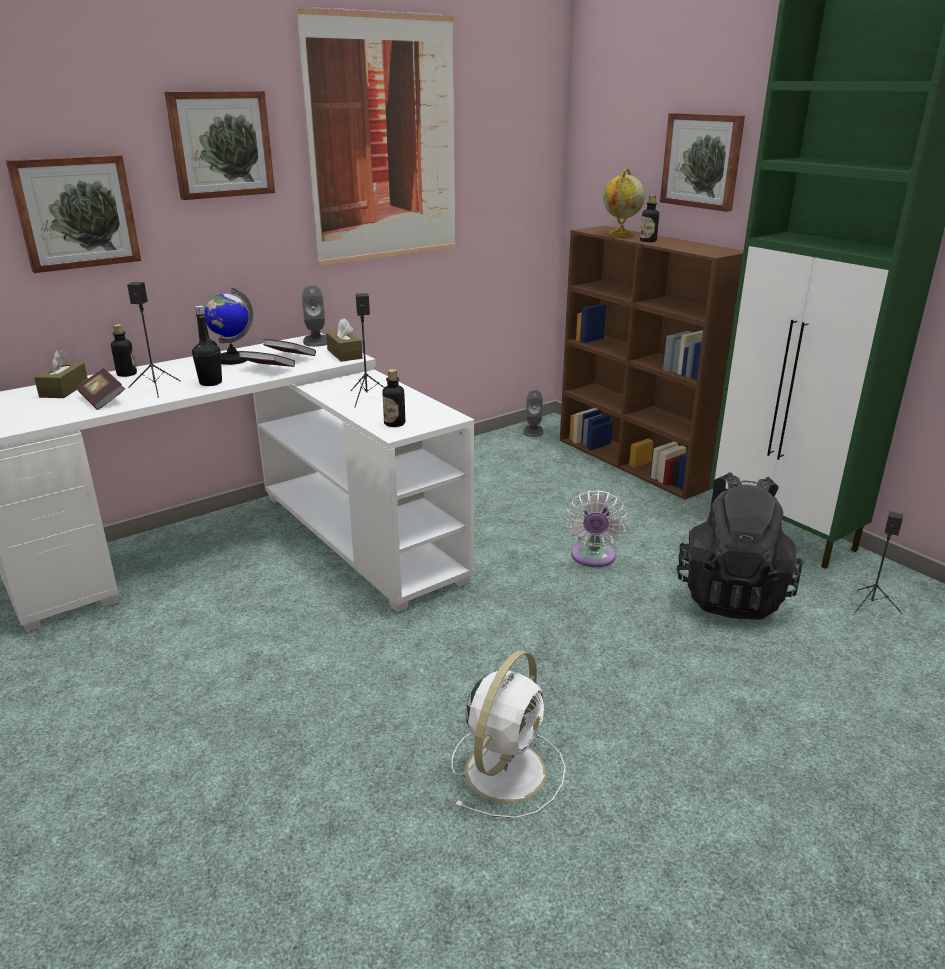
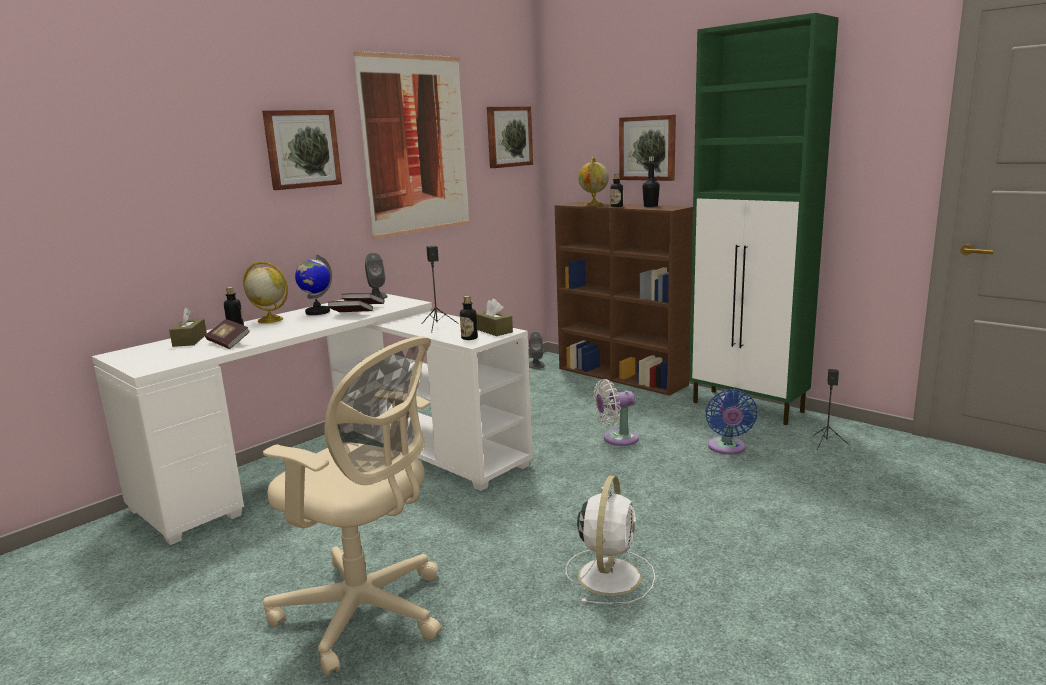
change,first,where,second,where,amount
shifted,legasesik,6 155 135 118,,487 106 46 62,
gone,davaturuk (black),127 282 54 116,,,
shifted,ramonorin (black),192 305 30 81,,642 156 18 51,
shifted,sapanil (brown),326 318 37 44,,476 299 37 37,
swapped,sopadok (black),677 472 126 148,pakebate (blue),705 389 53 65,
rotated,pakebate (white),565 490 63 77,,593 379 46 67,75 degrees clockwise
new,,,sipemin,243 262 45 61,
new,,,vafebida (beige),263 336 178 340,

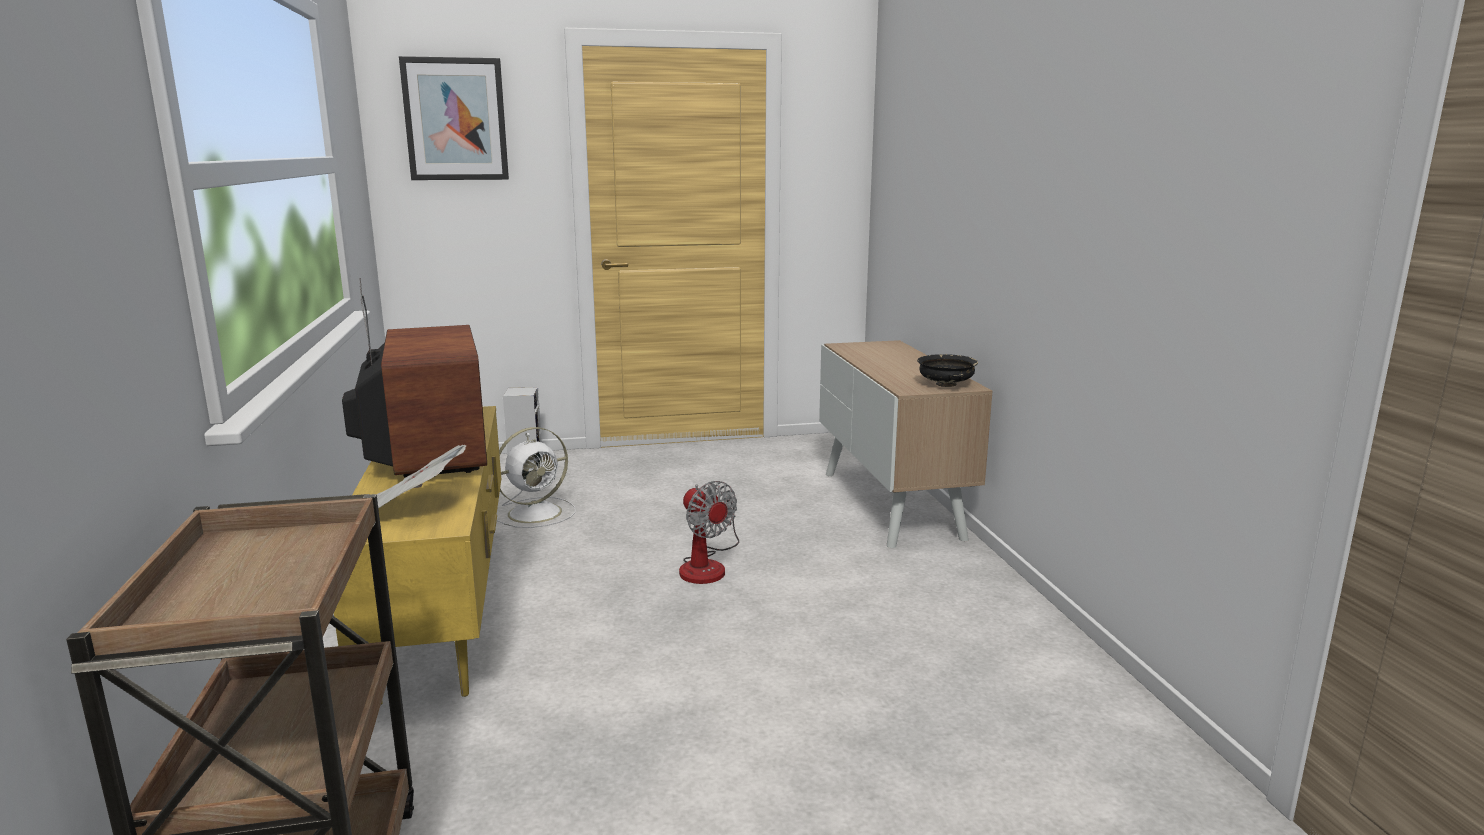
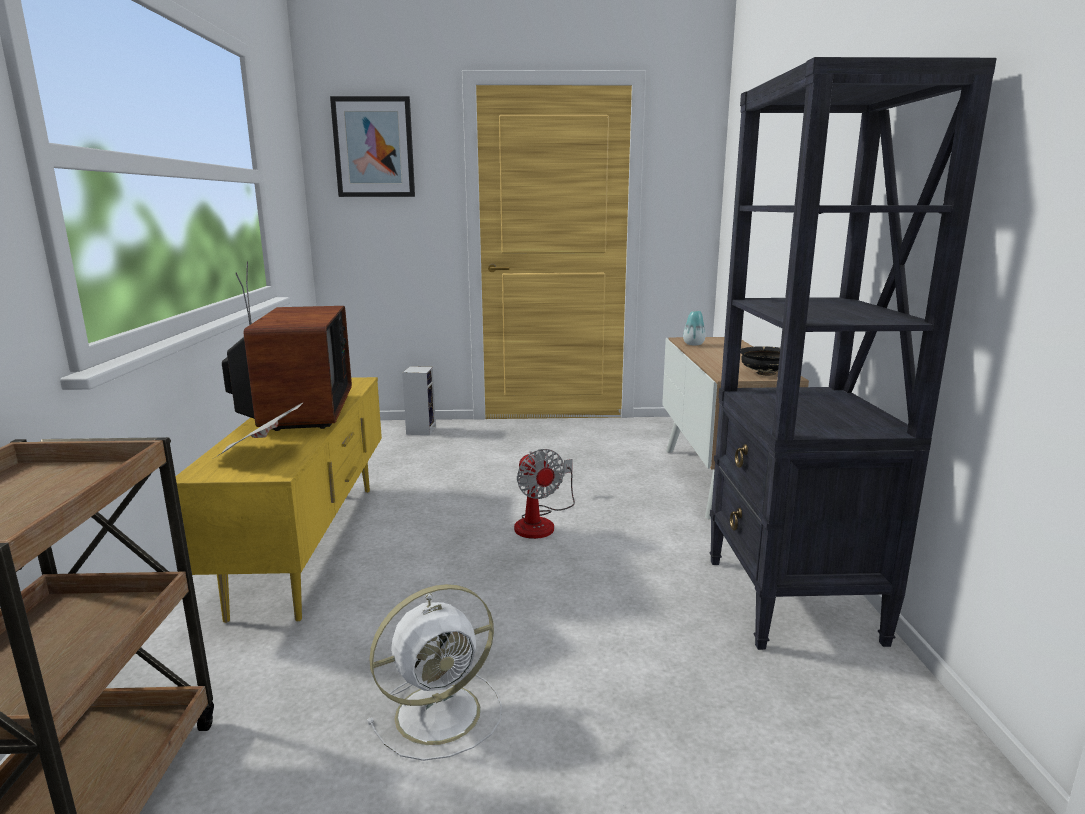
change,first,where,second,where,amount
shifted,pakebate (white),497 427 79 101,,367 584 135 177,
new,,,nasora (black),709 57 288 593,
new,,,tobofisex,683 311 23 34,

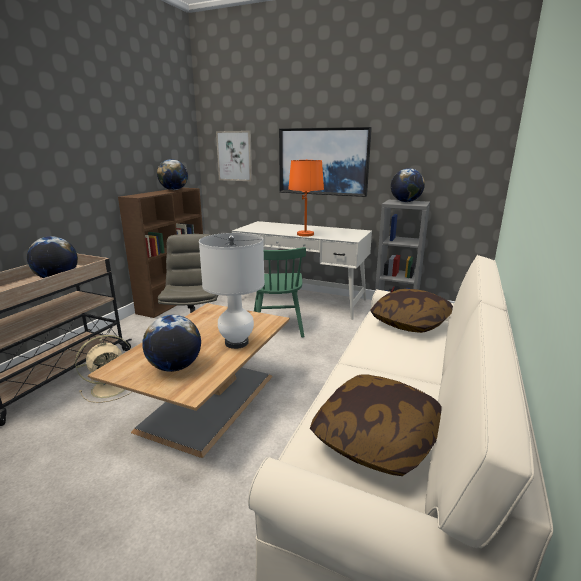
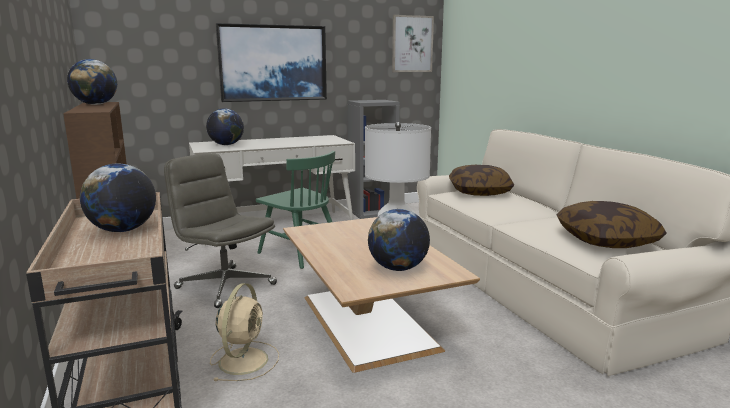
change,first,where,second,where,amount
shifted,legasesik,216 131 36 50,,392 15 42 57,
gone,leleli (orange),288 159 36 78,,,
shifted,sipemin,391 168 34 34,,206 108 38 37,

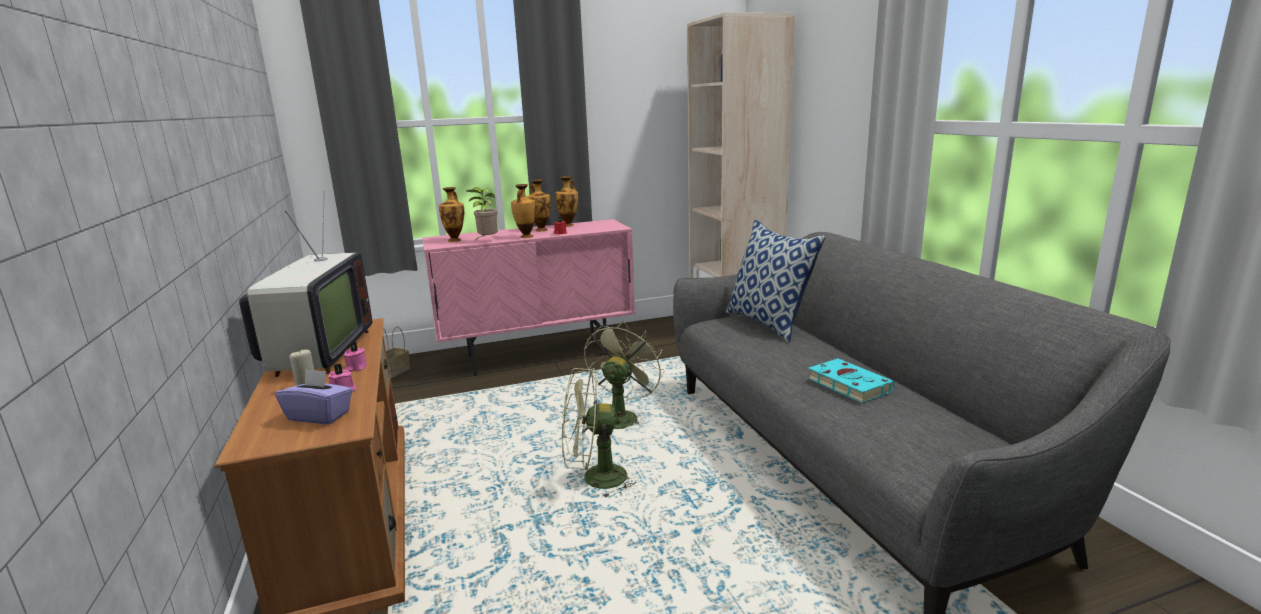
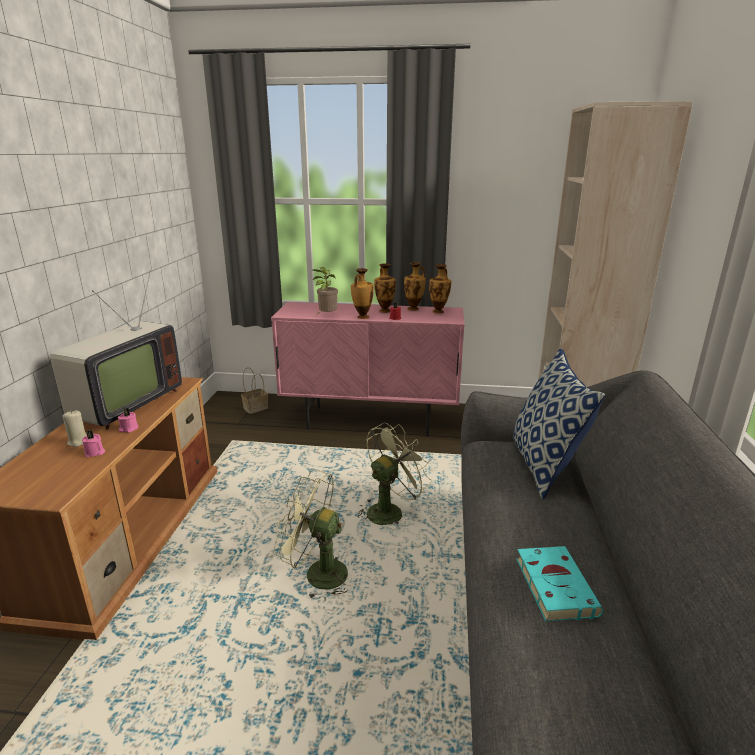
change,first,where,second,where,amount
shifted,tobofisex,439 187 25 55,,429 264 22 50,
gone,sapanil (purple),275 369 78 55,,,

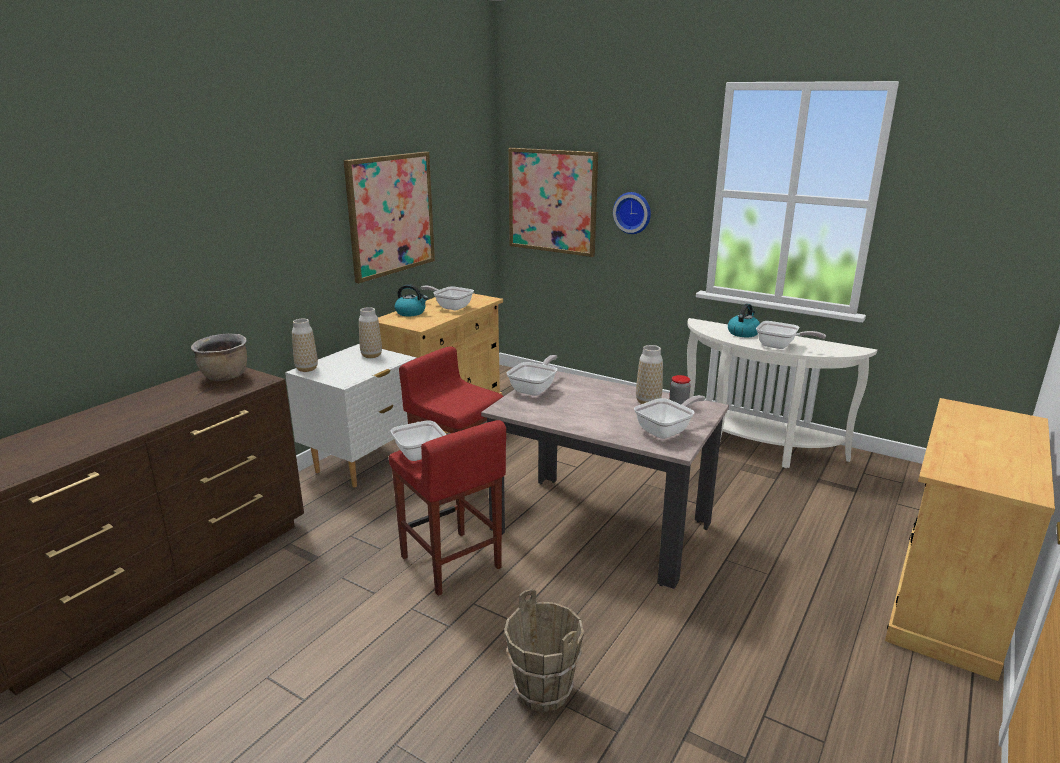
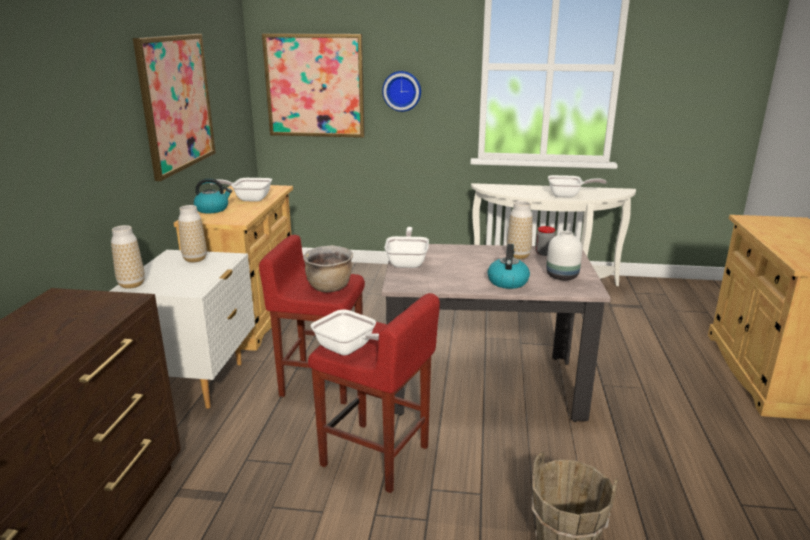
change,first,where,second,where,amount
shifted,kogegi,728 304 32 33,,488 244 42 45,
shifted,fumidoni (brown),191 333 56 48,,303 245 50 47,
swapped,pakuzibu,634 395 71 44,tobofisex (white),546 231 36 49,

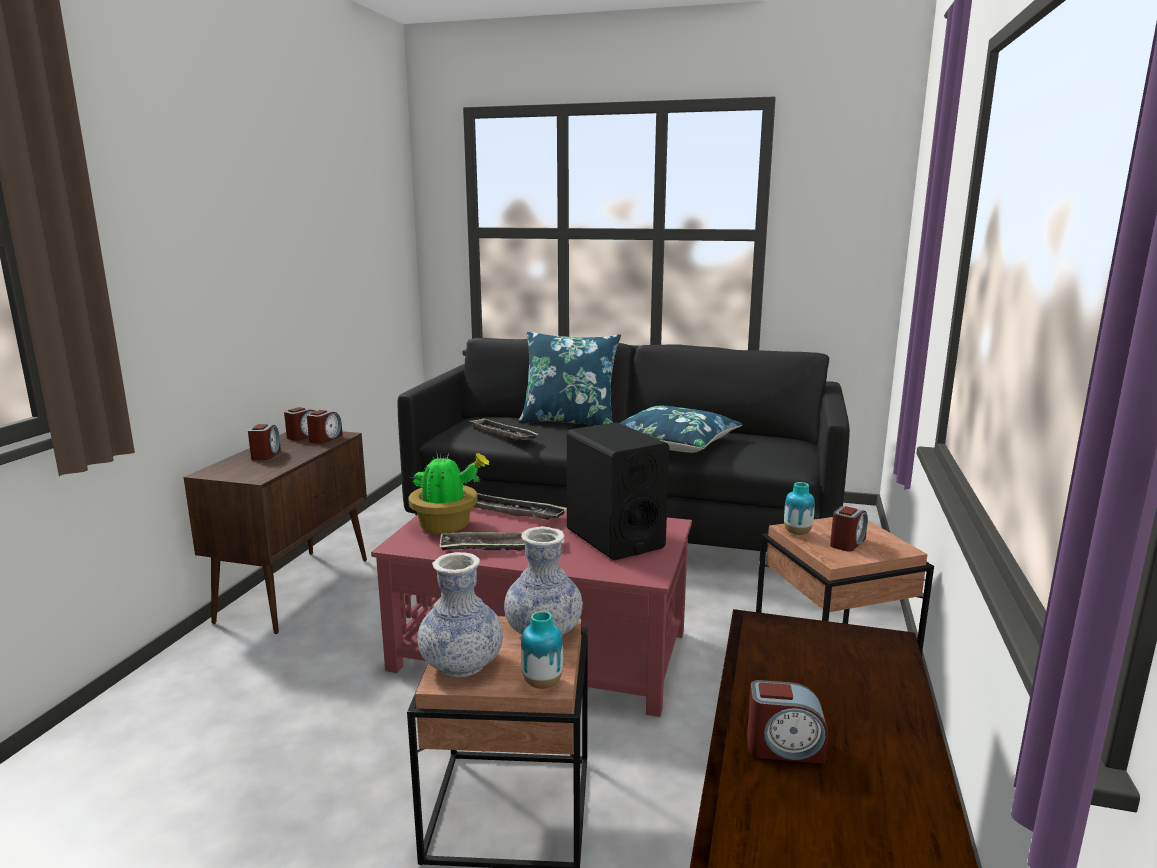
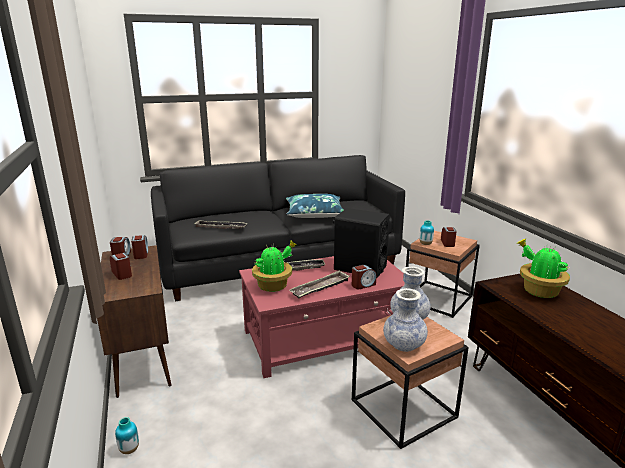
change,first,where,second,where,amount
gone,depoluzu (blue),519 331 102 94,,,
shifted,tobofisex,521 611 42 78,,115 417 24 37,
shifted,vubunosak,747 680 81 84,,352 265 25 25,
new,,,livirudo,516 238 54 60,

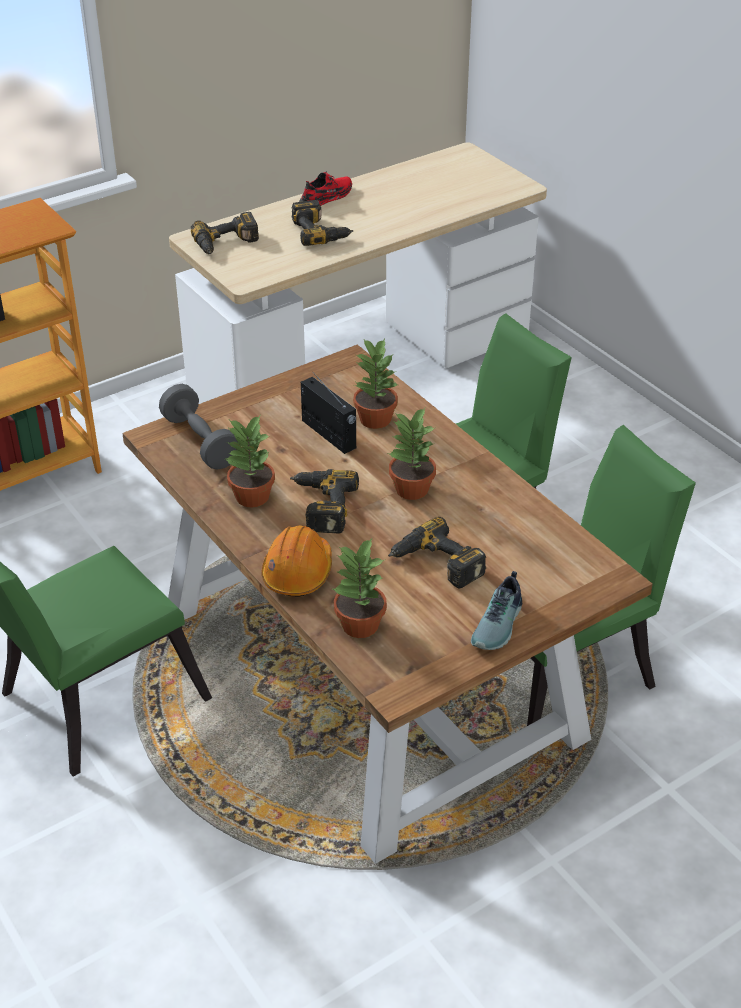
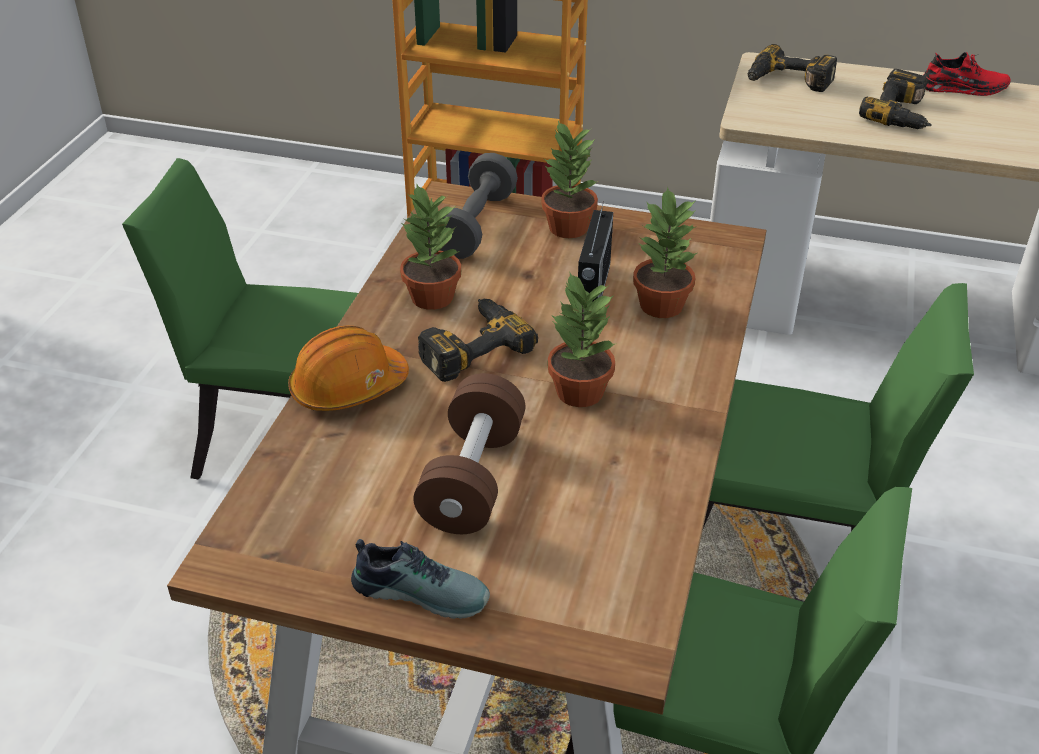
change,first,where,second,where,amount
swapped,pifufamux,388 517 98 72,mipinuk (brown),413 373 112 161,
shifted,livirudo,333 539 54 99,,541 121 57 117,
rotated,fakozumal,471 571 51 79,,351 539 139 80,150 degrees counterclockwise

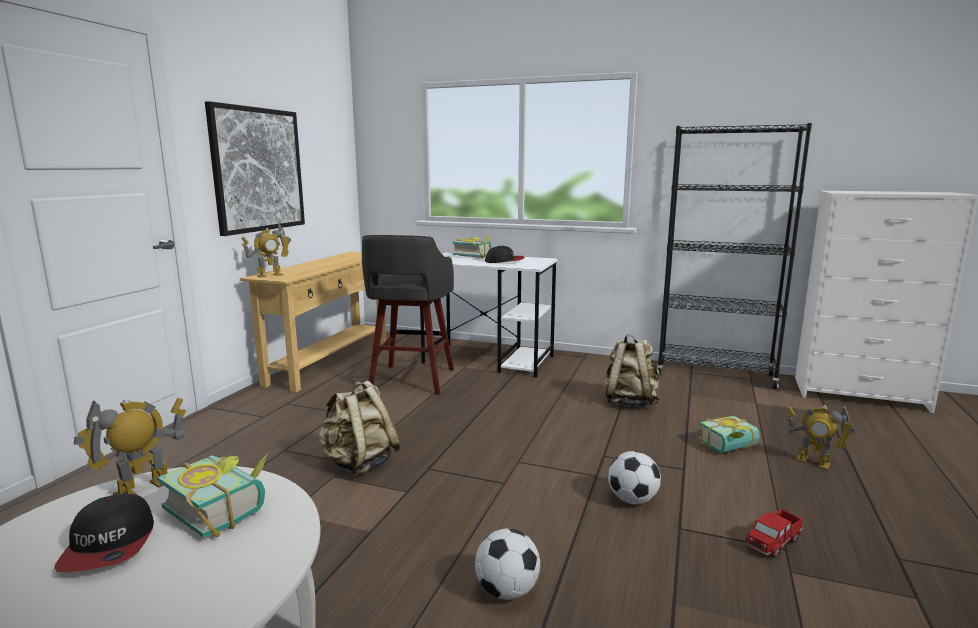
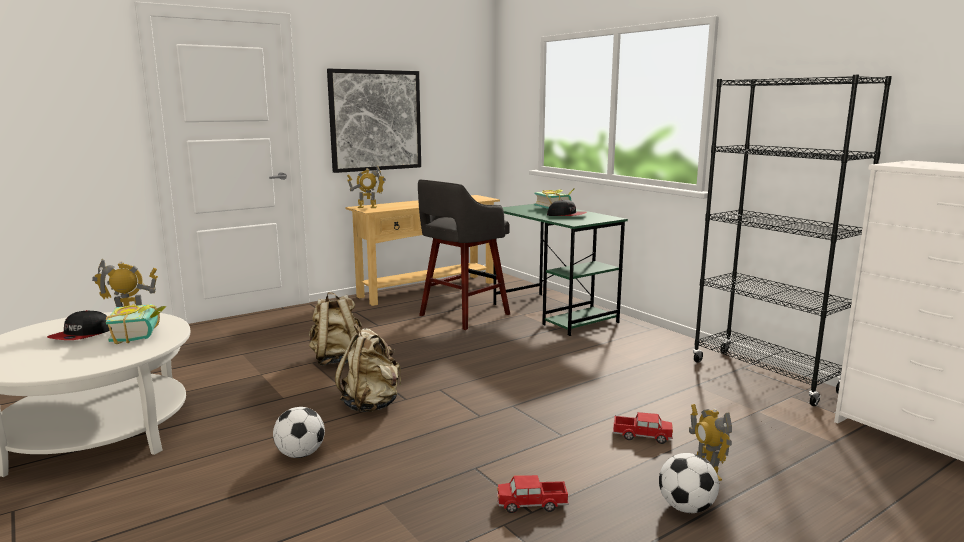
change,first,where,second,where,amount
repainted,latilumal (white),420 253 138 124,latilumal (green),493 204 135 132,
shifted,sopadok (beige),604 334 56 73,,335 323 66 89,
swapped,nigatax,699 416 61 37,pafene,613 412 60 32,
shifted,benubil,608 451 53 53,,659 453 60 60,

